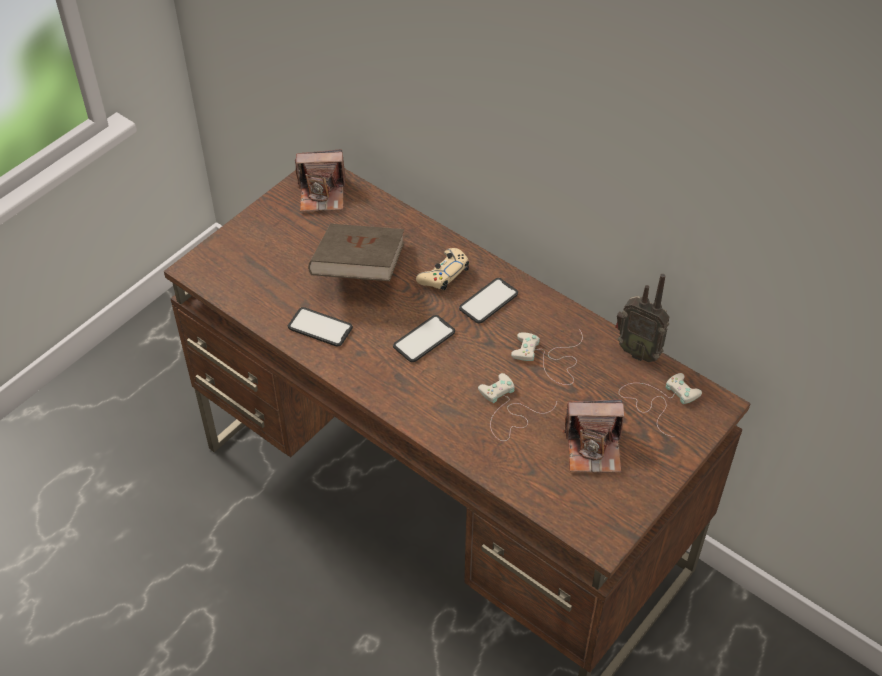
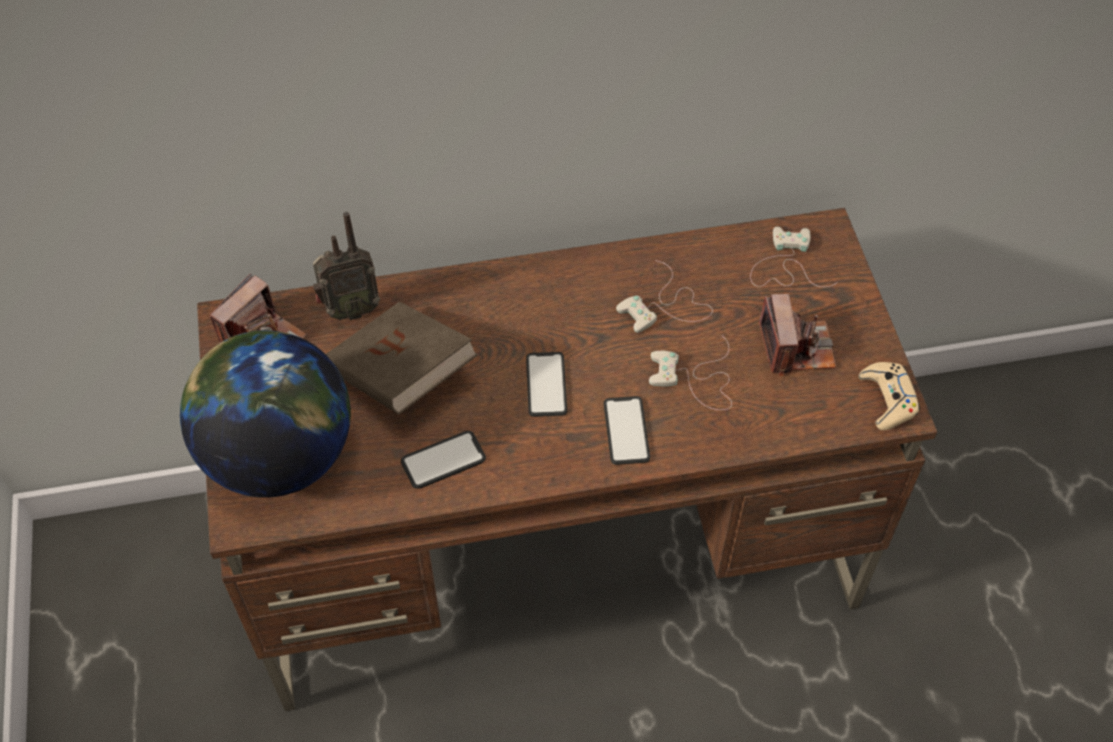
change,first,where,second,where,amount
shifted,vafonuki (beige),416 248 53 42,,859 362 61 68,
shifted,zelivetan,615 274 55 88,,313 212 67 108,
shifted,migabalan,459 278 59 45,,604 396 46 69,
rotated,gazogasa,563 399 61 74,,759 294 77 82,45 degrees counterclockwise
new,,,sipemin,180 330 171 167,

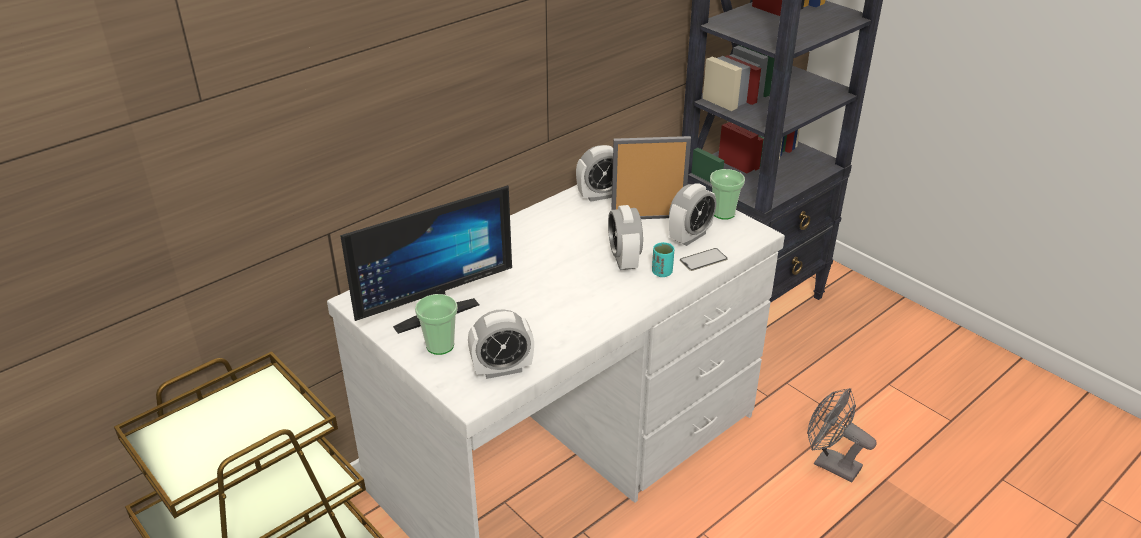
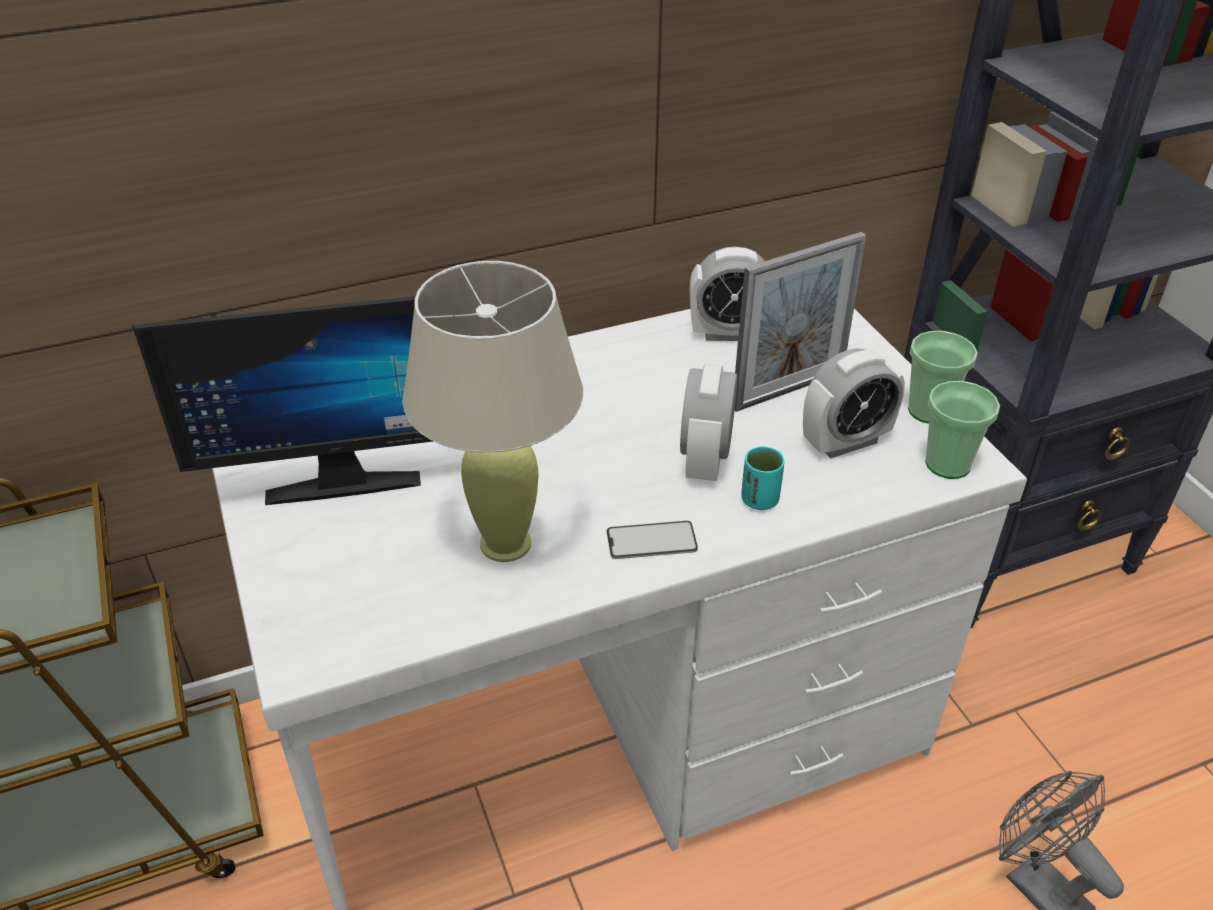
change,first,where,second,where,amount
rotated,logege,611 136 80 83,,735 232 131 180,135 degrees clockwise
shifted,migabalan,680 248 48 23,,607 521 91 38,
shifted,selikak,415 294 43 61,,925 381 75 98,
gone,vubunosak,468 309 66 70,,,
new,,,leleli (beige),403 261 180 301,

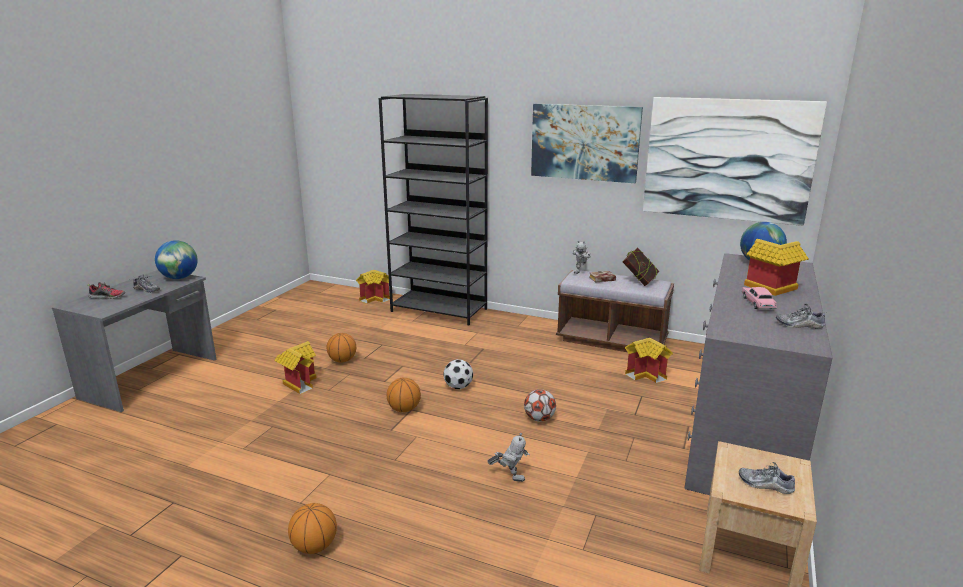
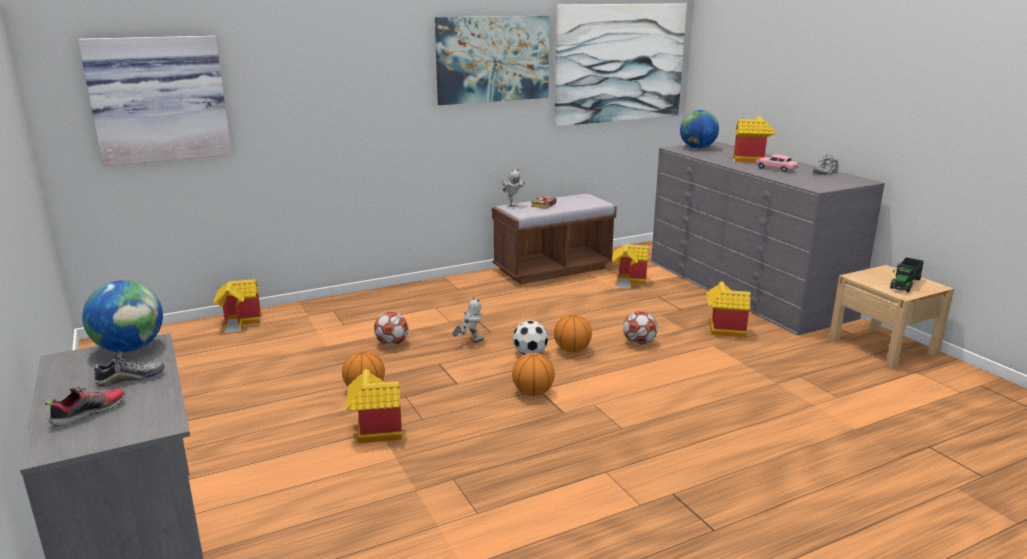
change,first,where,second,where,amount
gone,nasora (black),379 94 109 231,,,
gone,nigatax,623 247 36 39,,,
shifted,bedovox,487 433 43 49,,452 297 32 46,
swapped,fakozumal,739 462 57 32,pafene,890 258 34 34,
shifted,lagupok,288 503 49 51,,554 314 38 39,
new,,,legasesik,78 35 154 131,
new,,,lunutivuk,706 281 44 56,
new,,,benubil,374 312 34 34,

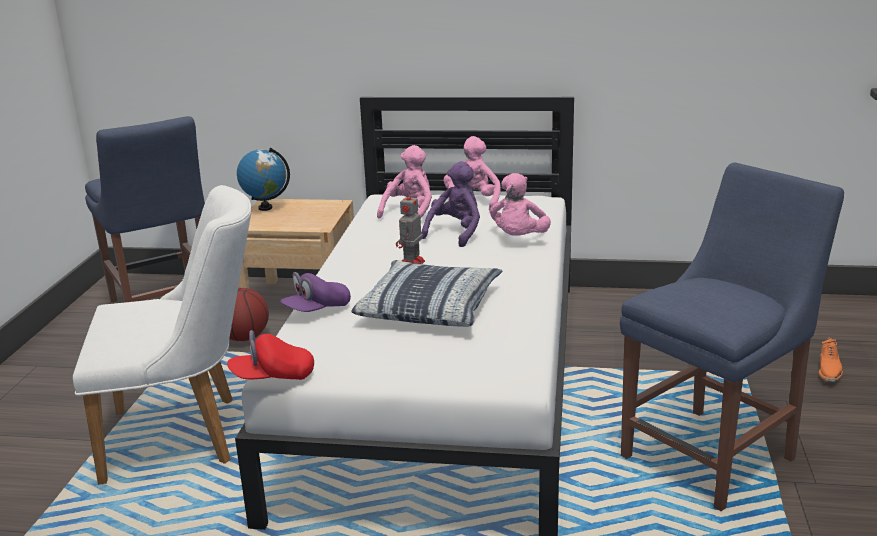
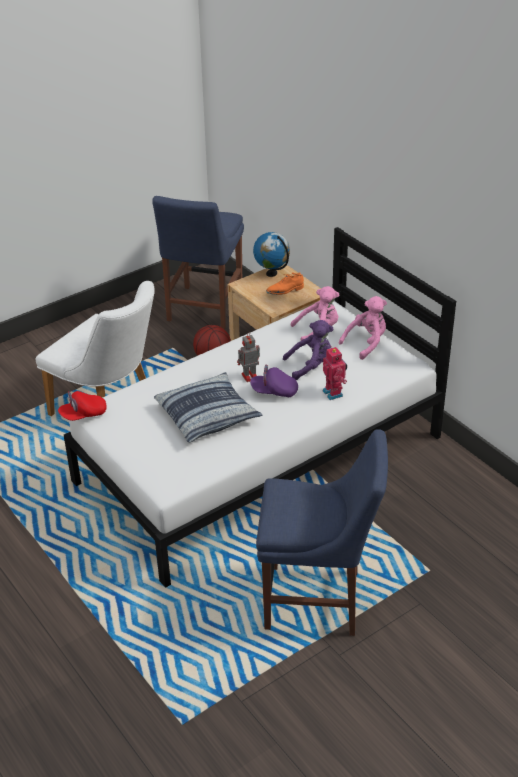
change,first,where,second,where,amount
swapped,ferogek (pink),490 173 61 63,bedovox,323 346 24 54,
shifted,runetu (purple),280 272 71 40,,250 365 48 32,
rotated,runetu (red),227 330 87 50,,58 391 49 30,60 degrees counterclockwise
shifted,fakozumal (orange),819 337 24 45,,266 272 38 23,

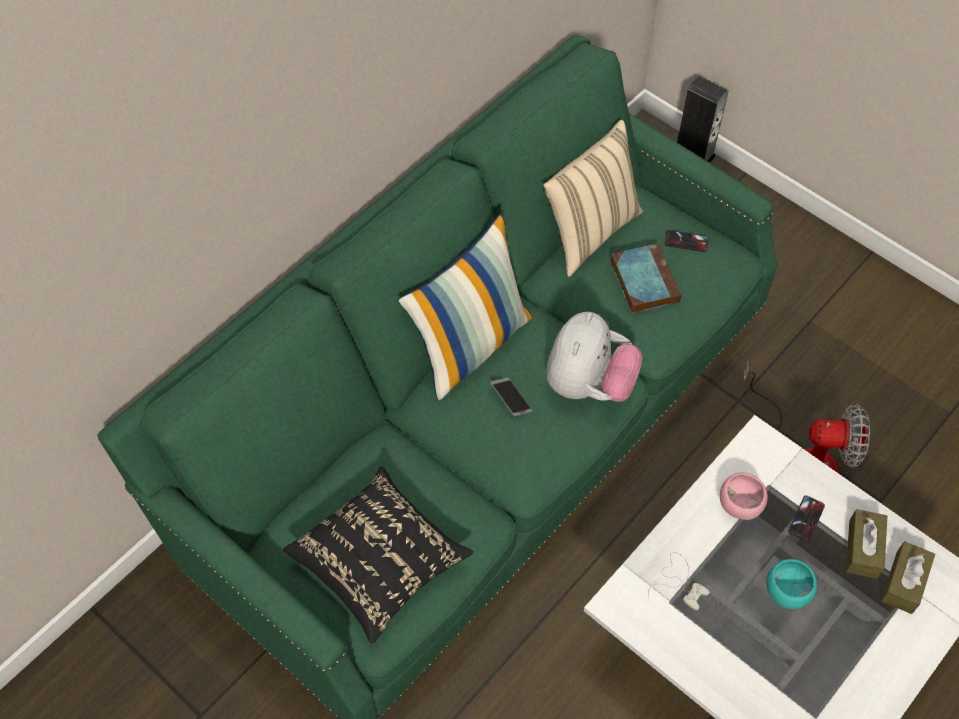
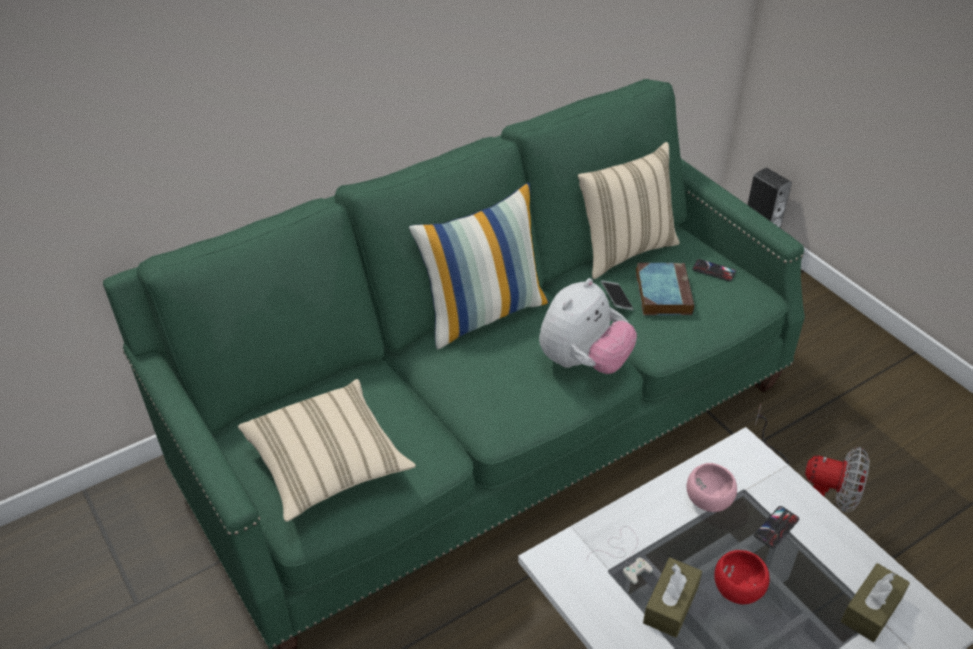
change,first,where,second,where,amount
shifted,migabalan,490 378 42 38,,601 280 33 31,
repainted,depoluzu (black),283 466 190 177,depoluzu (beige),238 379 178 143,
shifted,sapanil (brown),846 509 41 69,,643 557 59 81,
repainted,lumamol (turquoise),766 559 51 50,lumamol (red),714 550 56 54,

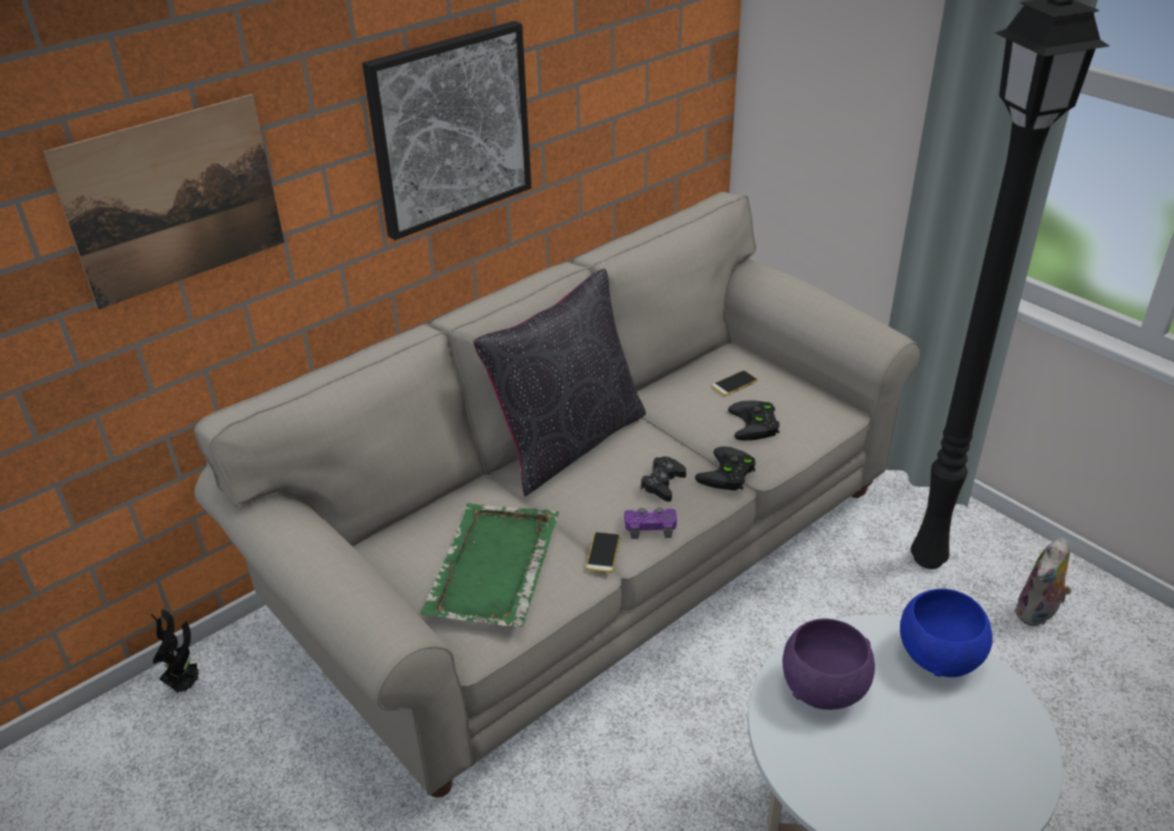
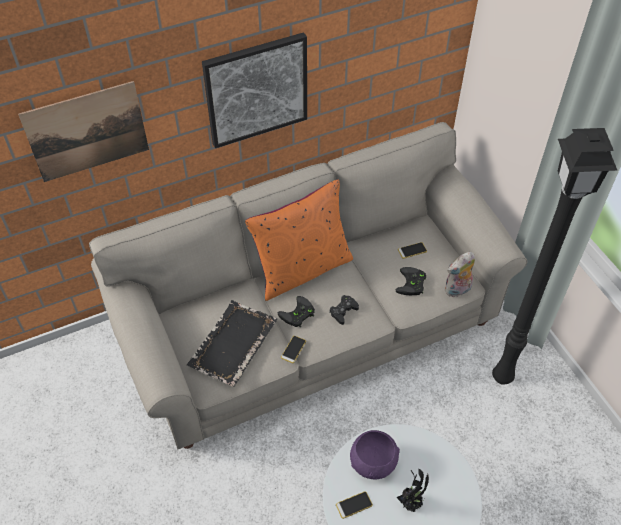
change,first,where,second,where,amount
repainted,depoluzu (black),473 269 173 227,depoluzu (orange),245 179 108 122,
shifted,vafonuki (black),695 446 61 45,,278 296 37 31,
repainted,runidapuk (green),420 503 139 124,runidapuk (black),187 300 90 87,
gone,vafonuki (purple),624 508 53 31,,,
shifted,ferogek,1014 538 58 88,,445 252 30 45,
gone,lumamol (blue),900 589 93 88,,,
shifted,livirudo,150 609 49 84,,396 469 33 43,
new,,,migabalan,336 491 37 28,

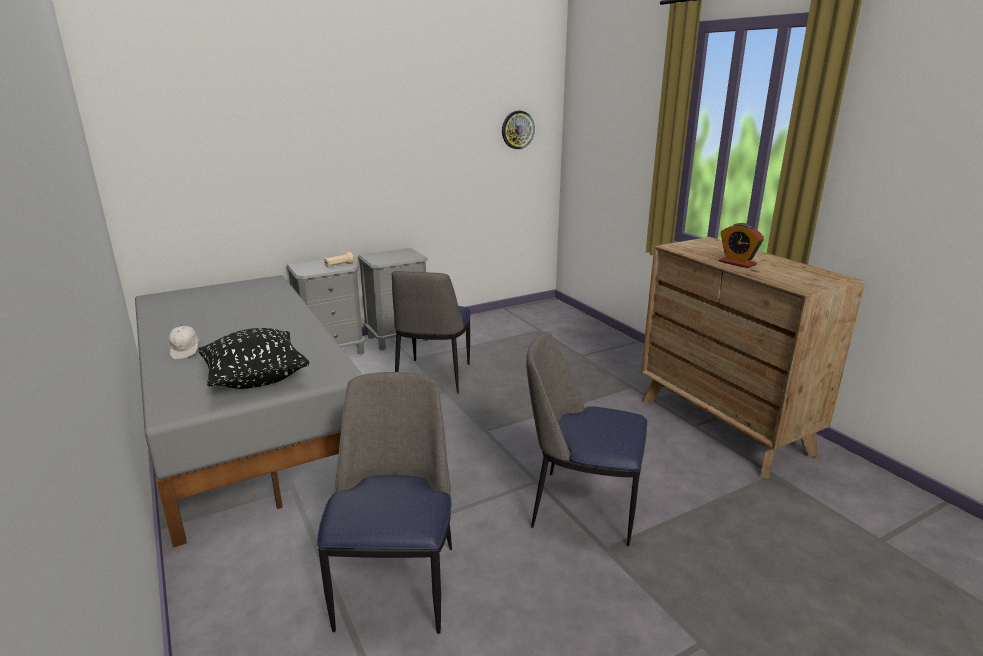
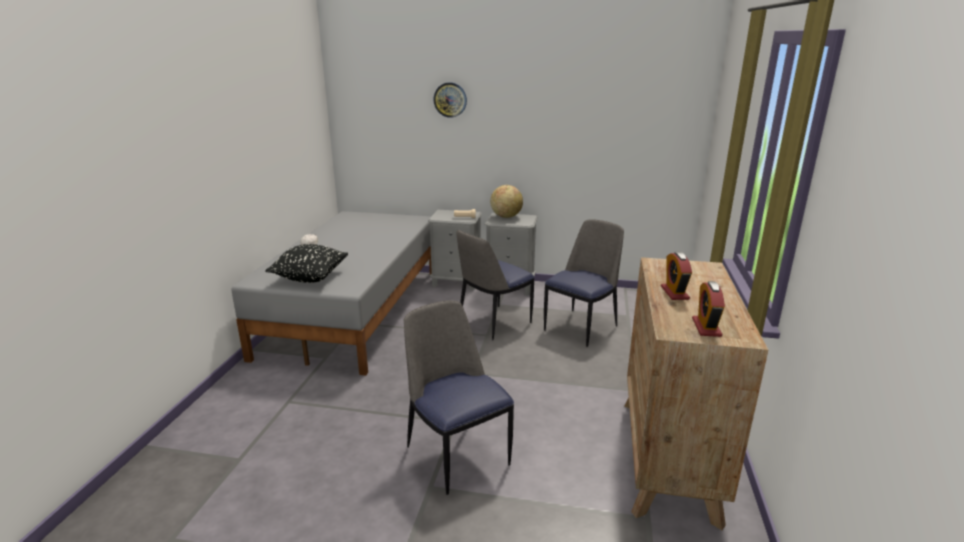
change,first,where,second,where,amount
shifted,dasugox,502 111 33 38,,433 82 34 36,
shifted,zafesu,317 372 135 262,,544 219 80 128,
new,,,sipemin,490 185 33 33,
new,,,vubunosak,692 281 33 56,

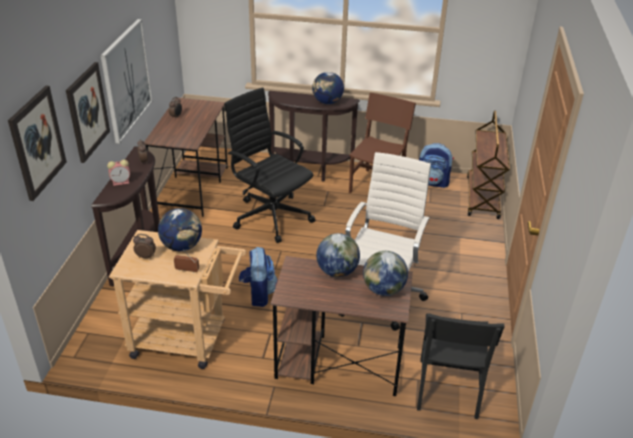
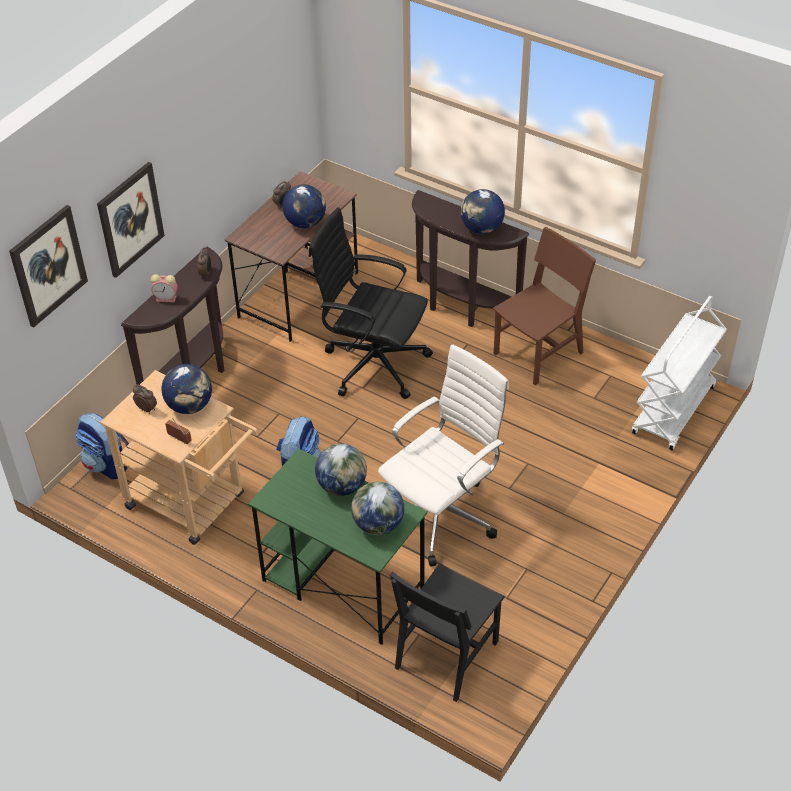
change,first,where,second,where,amount
gone,legasesik,100 19 53 125,,,
rotated,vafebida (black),224 87 91 156,,309 207 124 192,45 degrees counterclockwise
repainted,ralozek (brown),467 111 43 108,ralozek (white),632 296 95 155,
shifted,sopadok,419 143 35 45,,75 413 54 67,
repainted,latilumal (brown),271 256 142 140,latilumal (green),248 449 179 196,
new,,,sipemin,282 184 44 44,

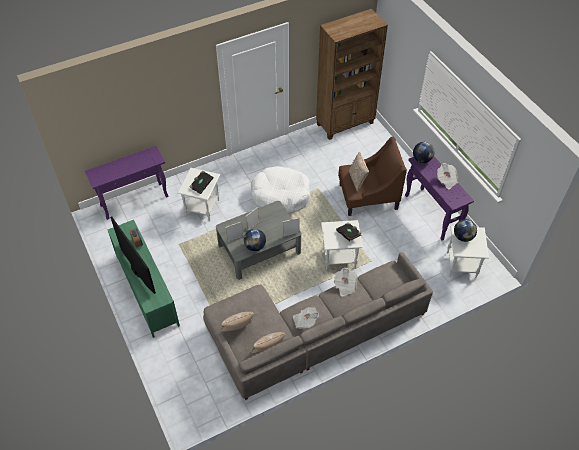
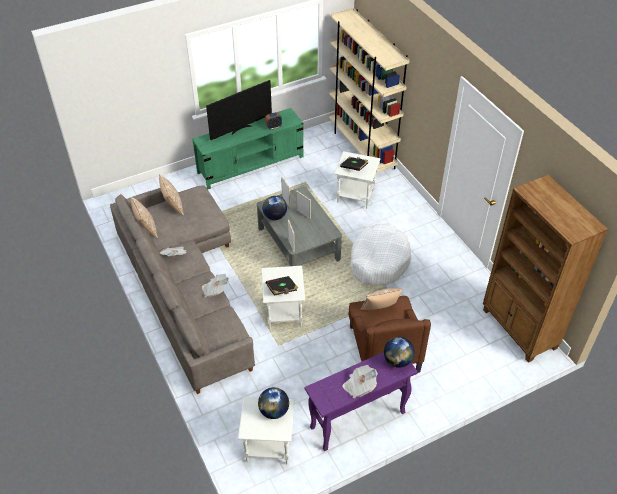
change,first,where,second,where,amount
swapped,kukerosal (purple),85 146 84 74,nasora (beige),329 8 81 164,

